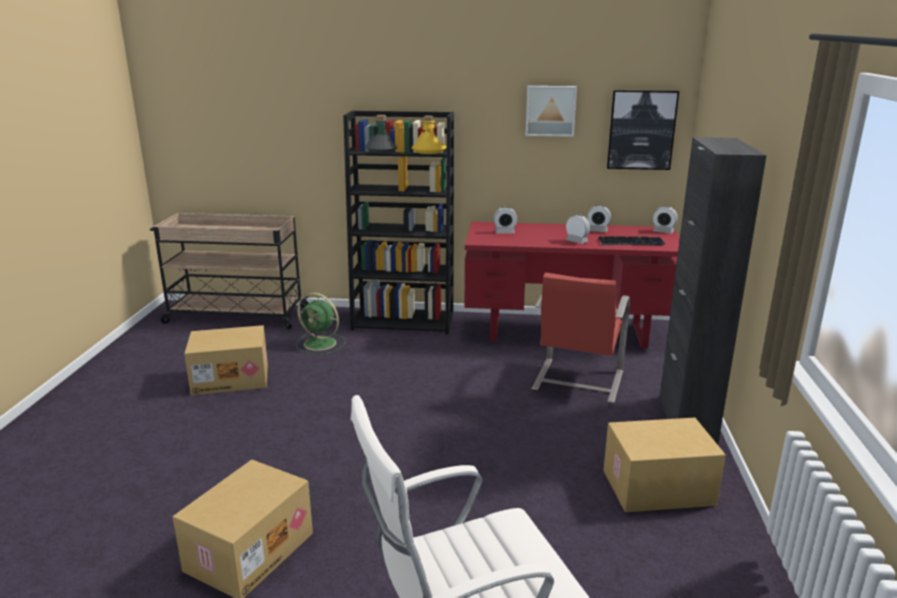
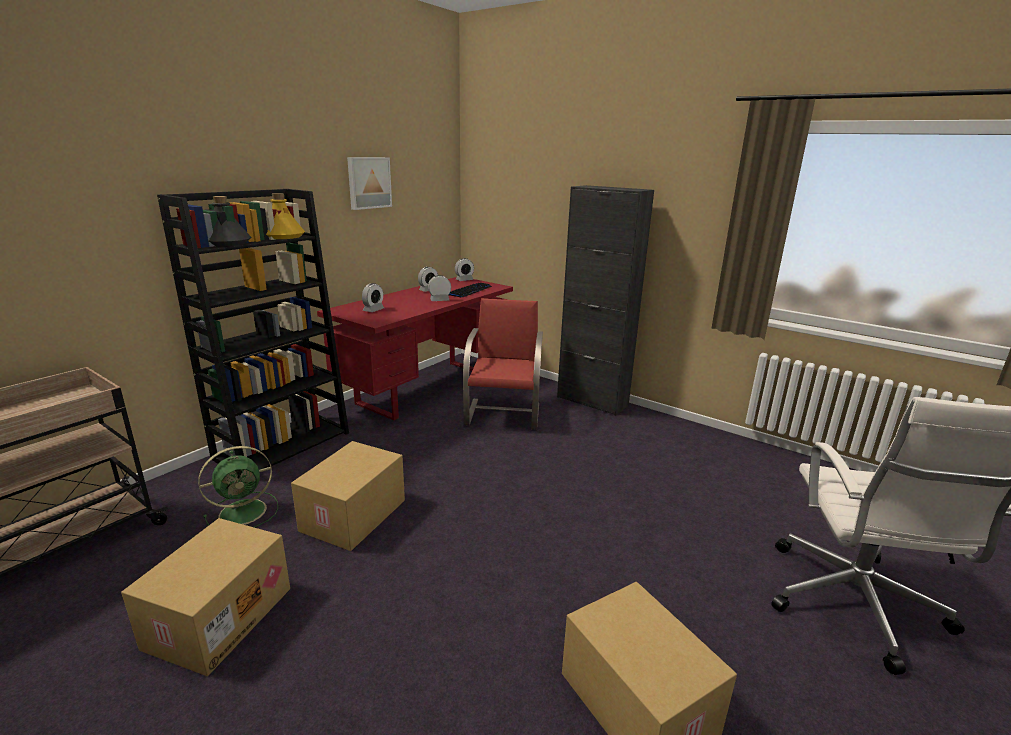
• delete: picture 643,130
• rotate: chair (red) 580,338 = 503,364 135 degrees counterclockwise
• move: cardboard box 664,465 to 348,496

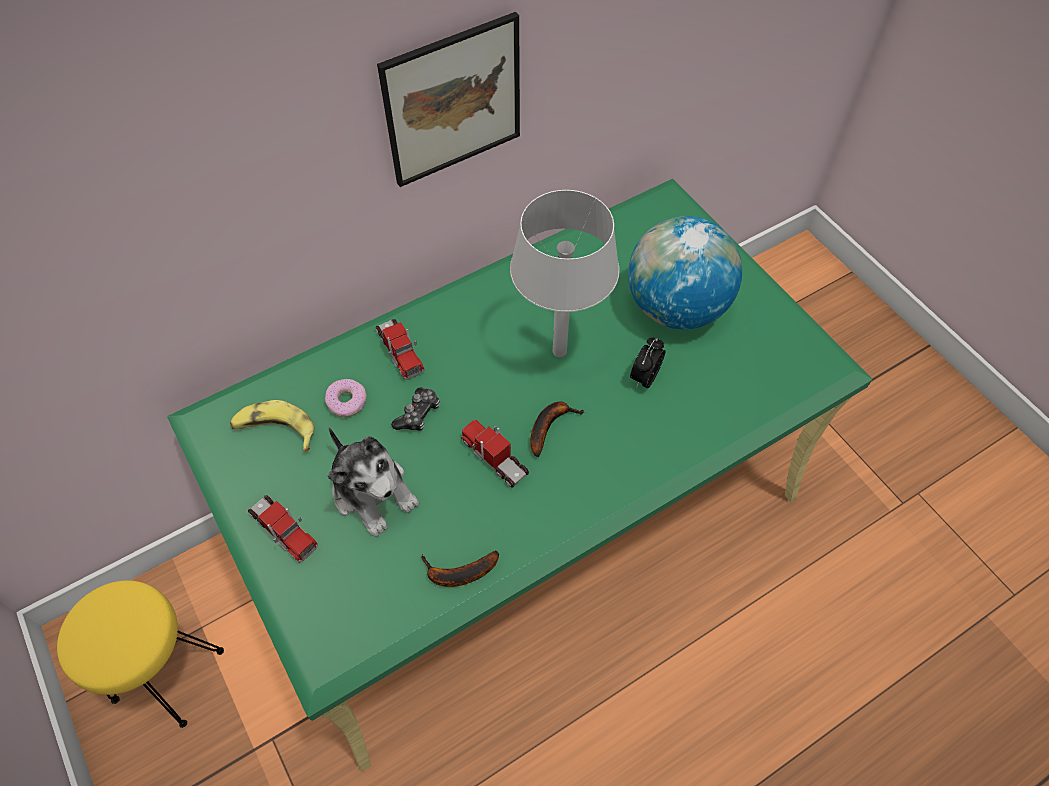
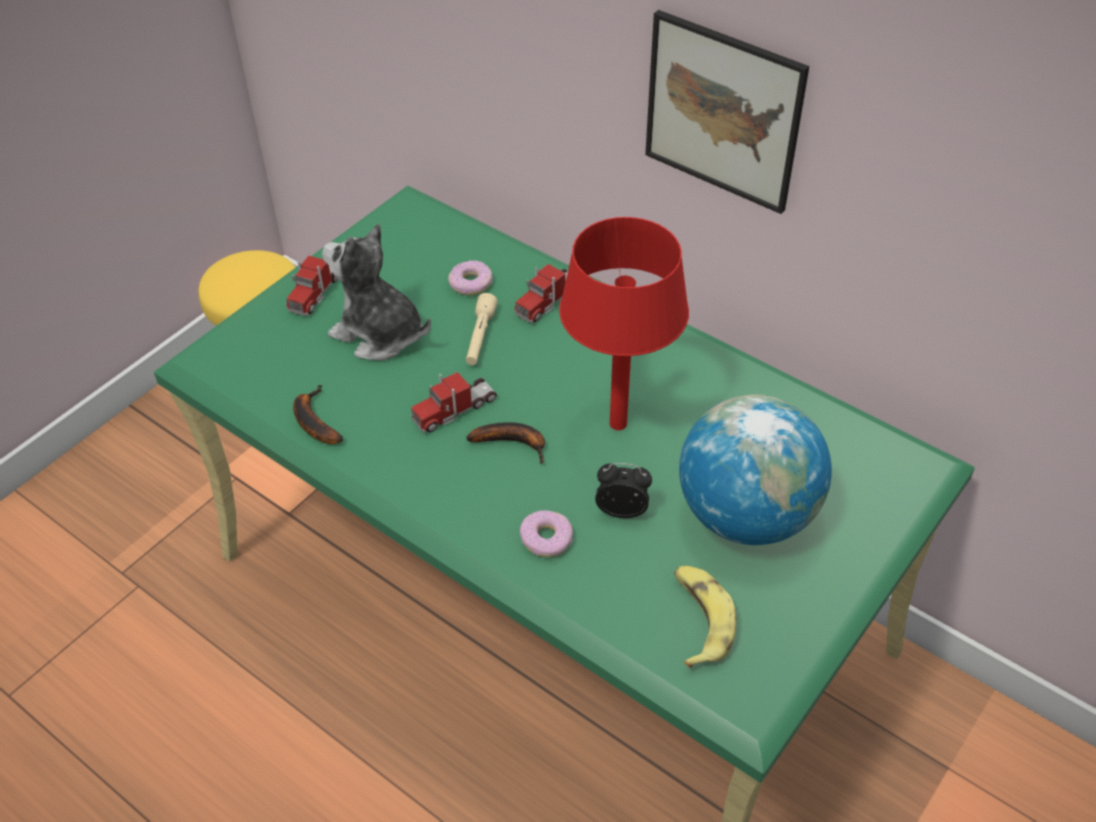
• recolor: table lamp (grey) 564,273 to table lamp (red) 624,323
• replace: game controller 415,409 to flashlight (beige) 482,329
• move: banana 272,425 to 705,617
• rotate: toy truck 495,454 = 454,402 150 degrees counterclockwise
• rotate: plush toy 373,482 = 376,292 90 degrees clockwise
• insert: donut 546,533

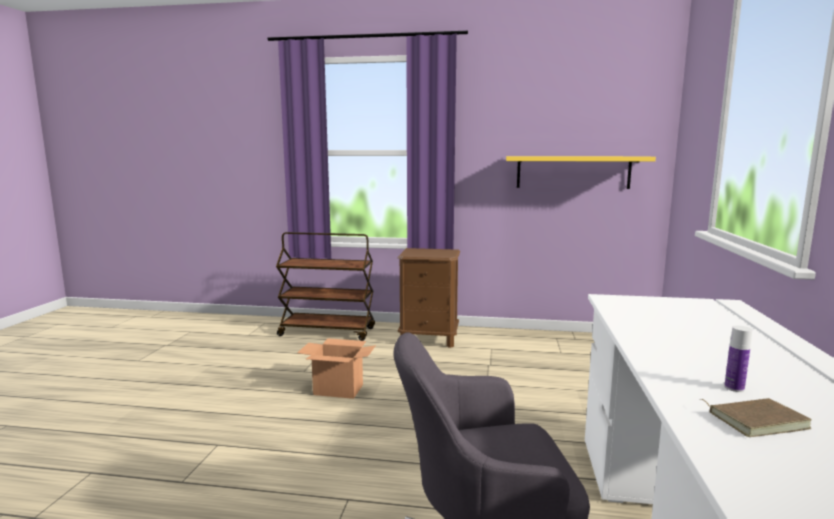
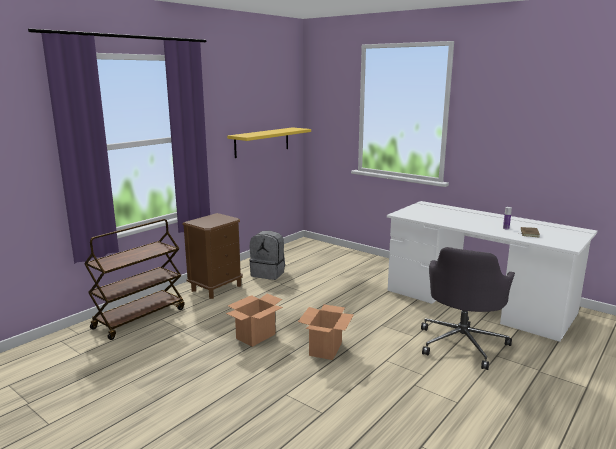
• insert: backpack (grey) 267,255
• insert: cardboard box 326,332

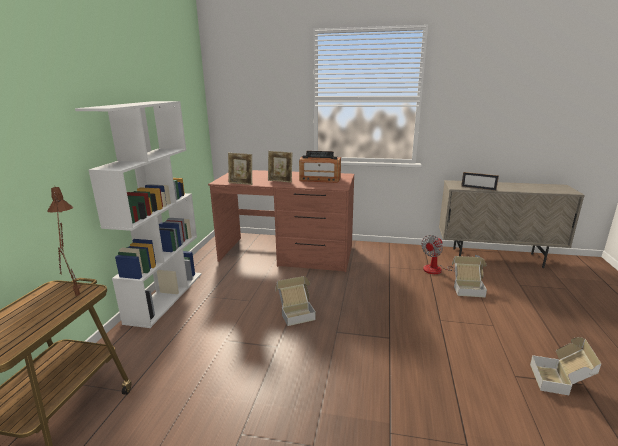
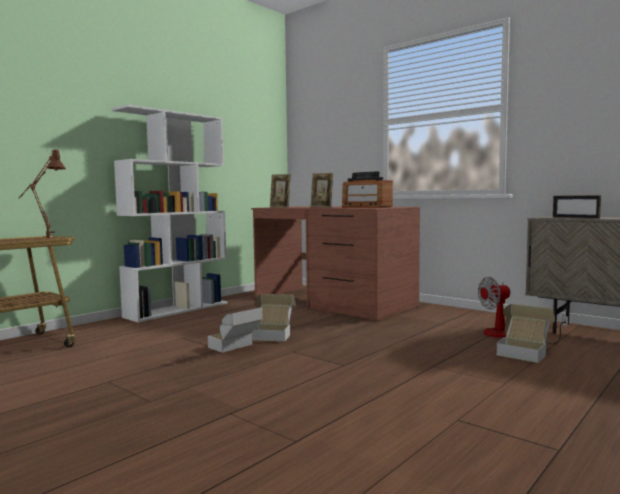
• move: cardboard box 565,366 to 235,330

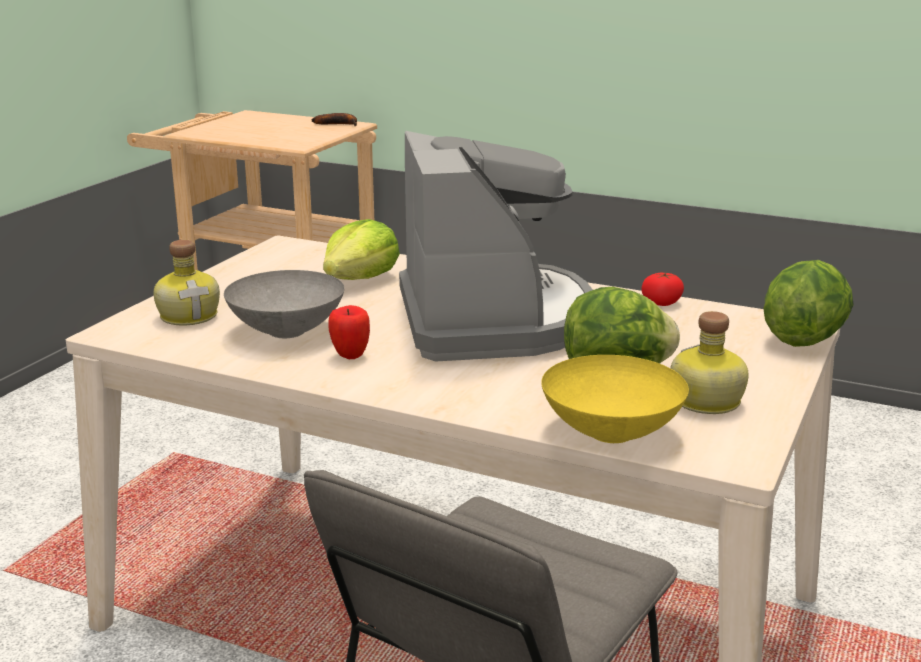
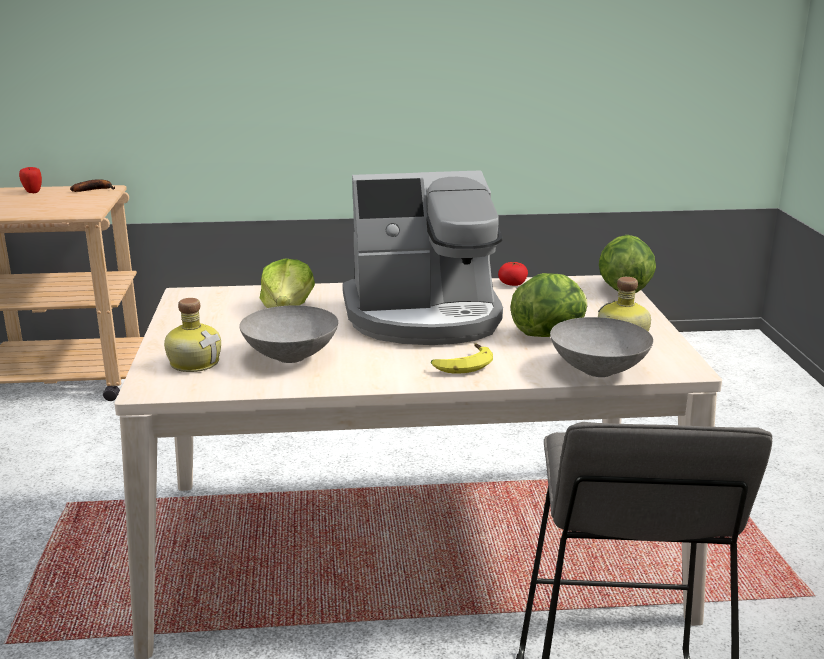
• rotate: coffee machine 496,246 = 423,257 120 degrees clockwise
• move: apple 349,332 to 30,180
• recolor: bowl (yellow) 615,399 to bowl (grey) 601,347
• insert: banana 462,358

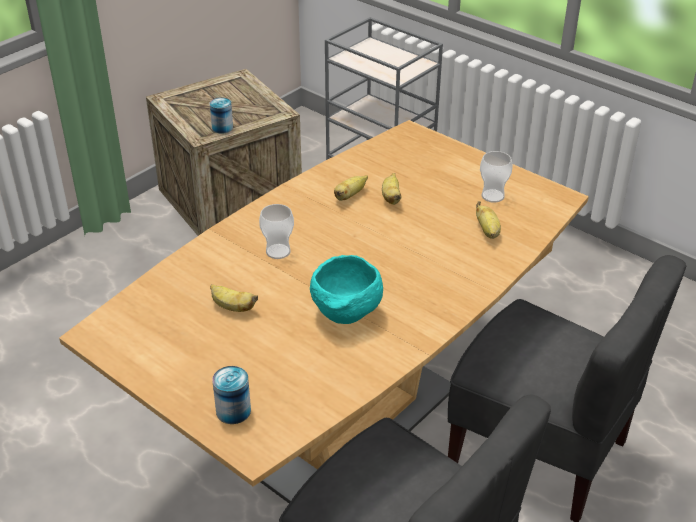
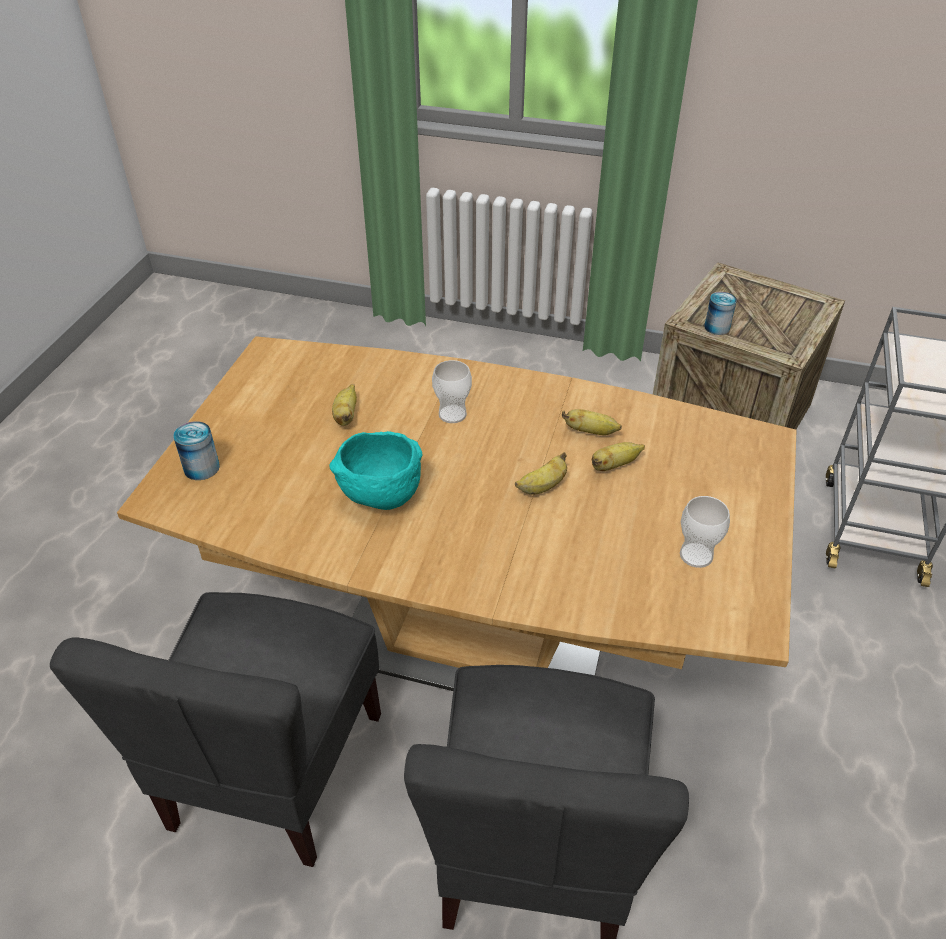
• move: banana 488,220 to 541,473

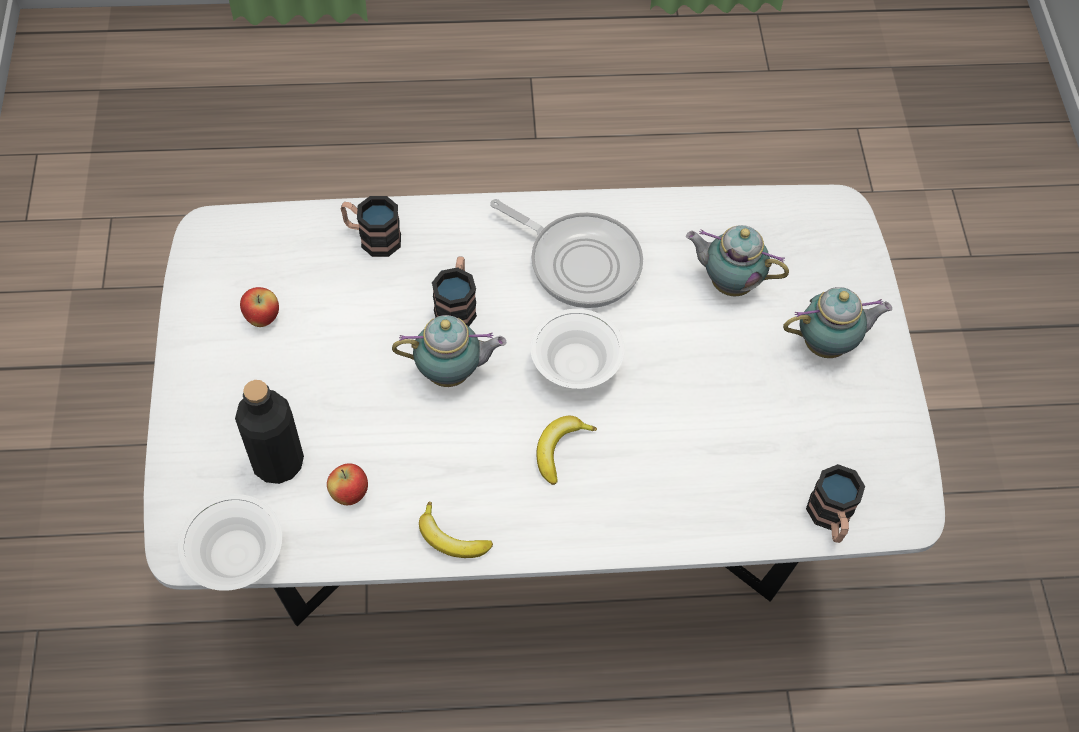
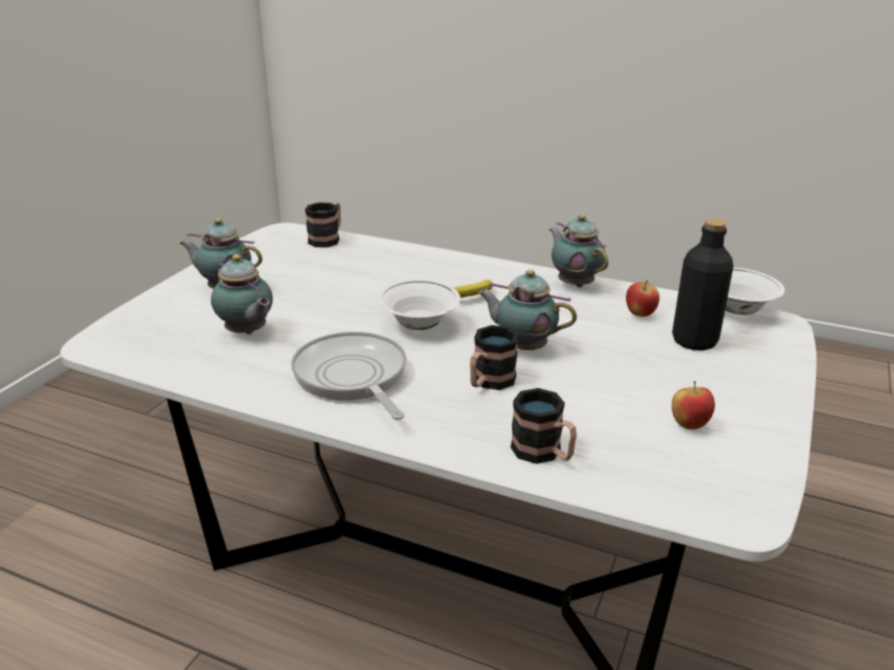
• replace: banana 456,530 to teapot 578,251

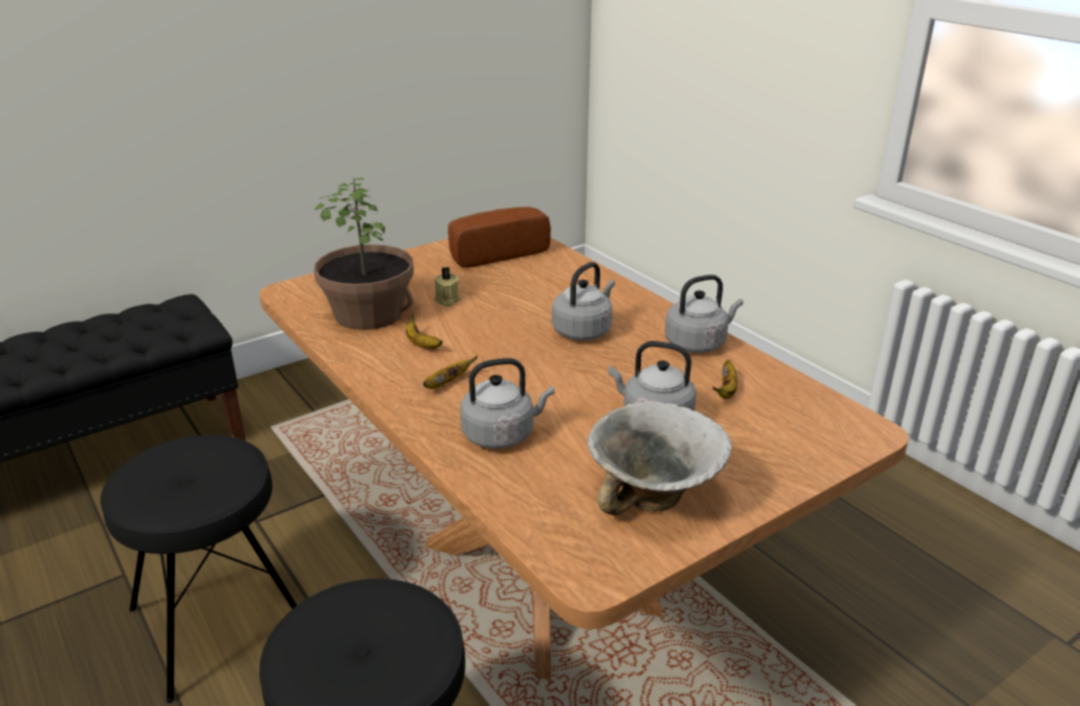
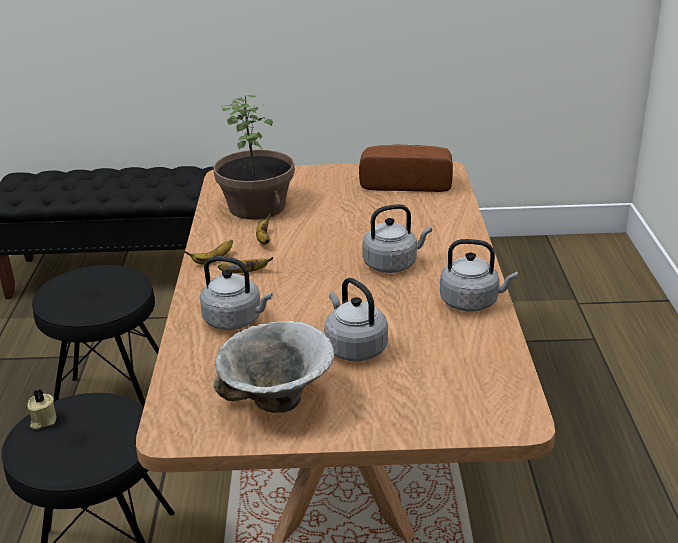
• move: candle (beige) 447,286 to 42,409
• move: banana 725,379 to 208,252

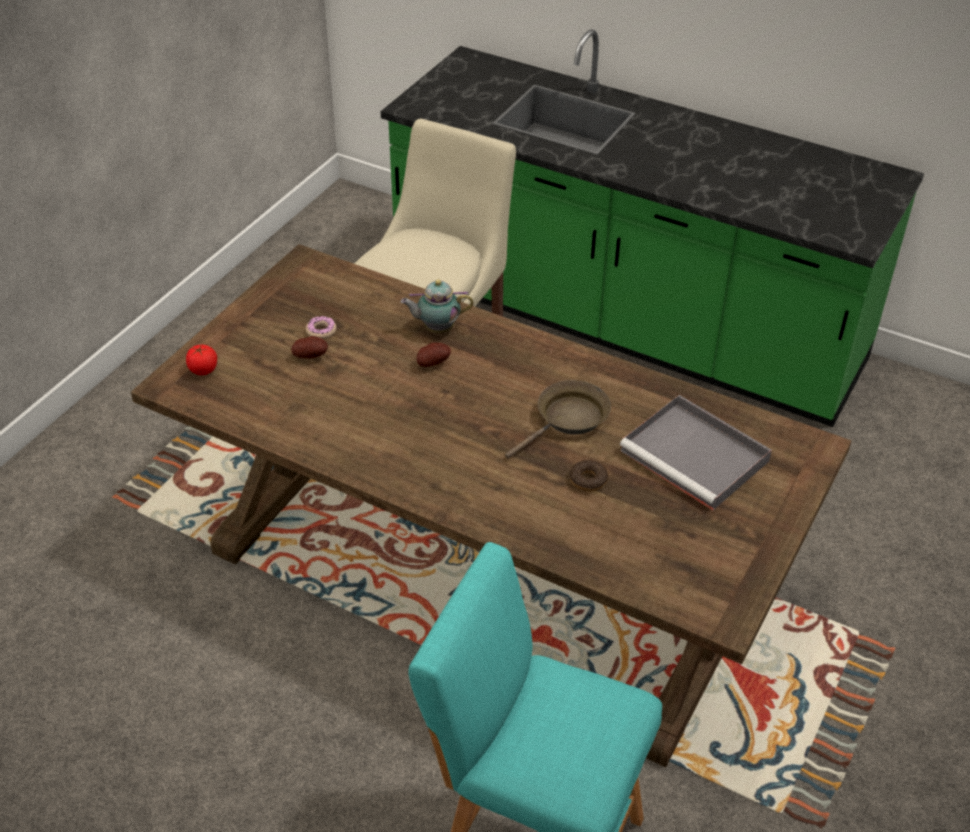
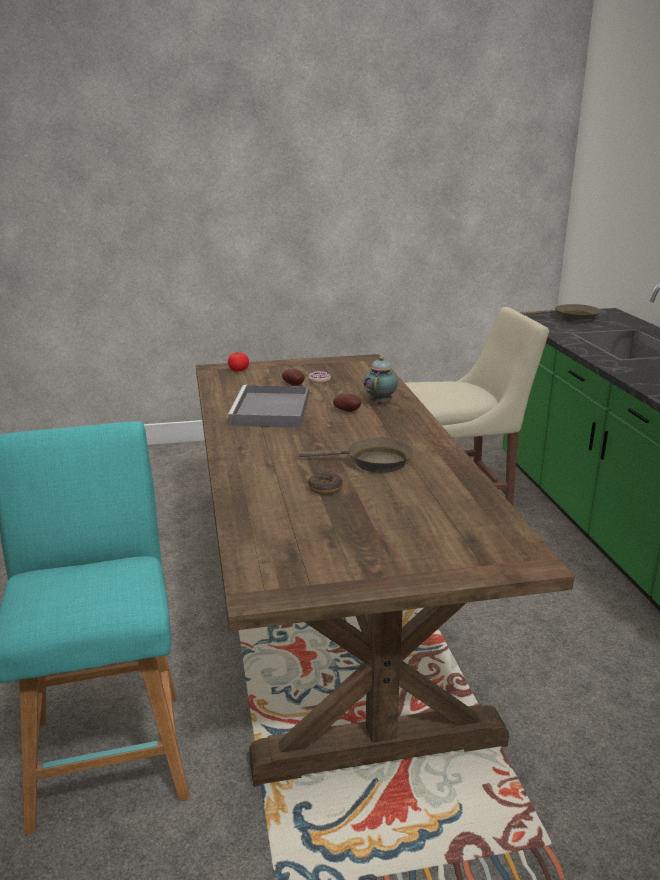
• rotate: teapot 437,306 = 380,380 60 degrees clockwise
• move: tray (grey) 696,452 to 268,406
• insert: frying pan (brown) 560,313

